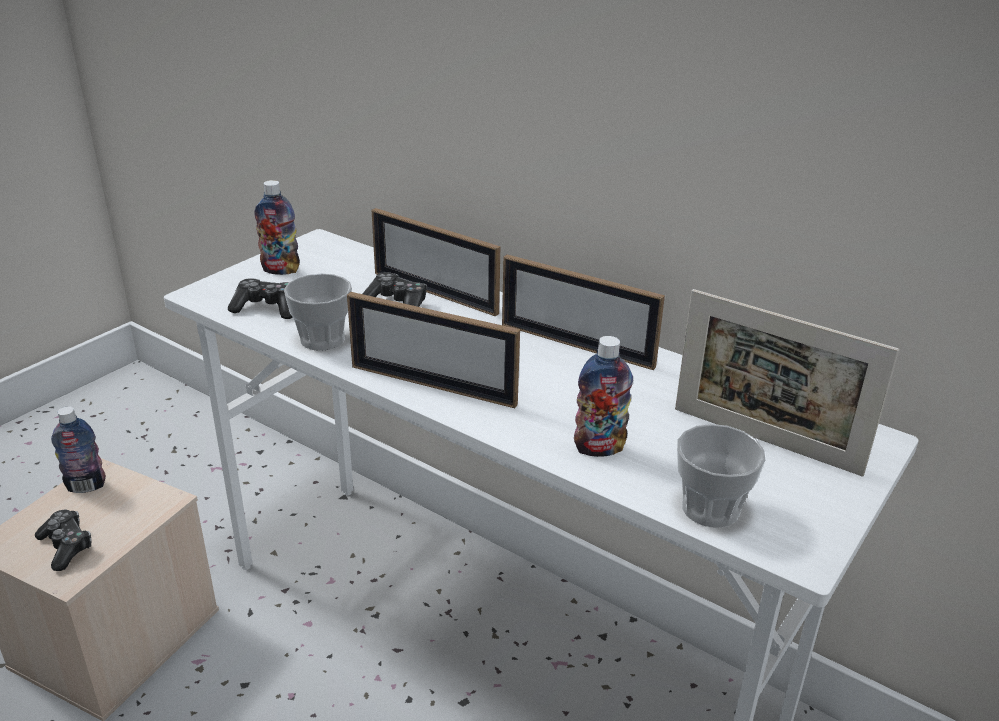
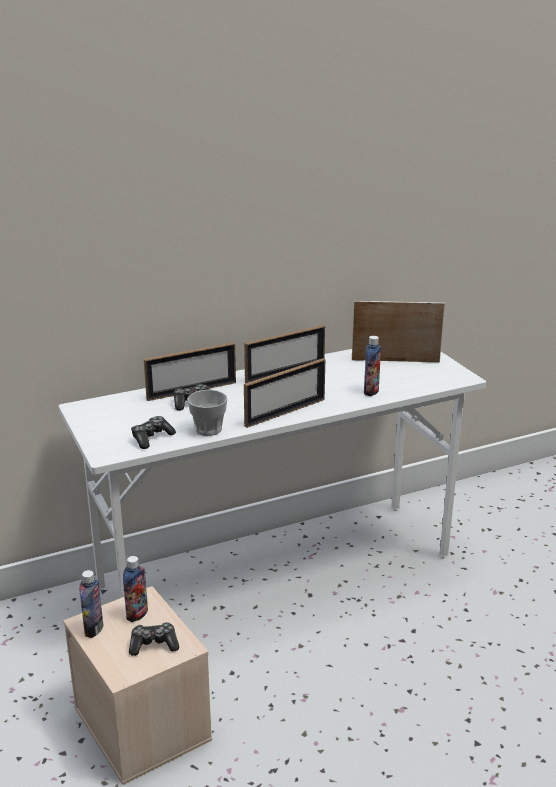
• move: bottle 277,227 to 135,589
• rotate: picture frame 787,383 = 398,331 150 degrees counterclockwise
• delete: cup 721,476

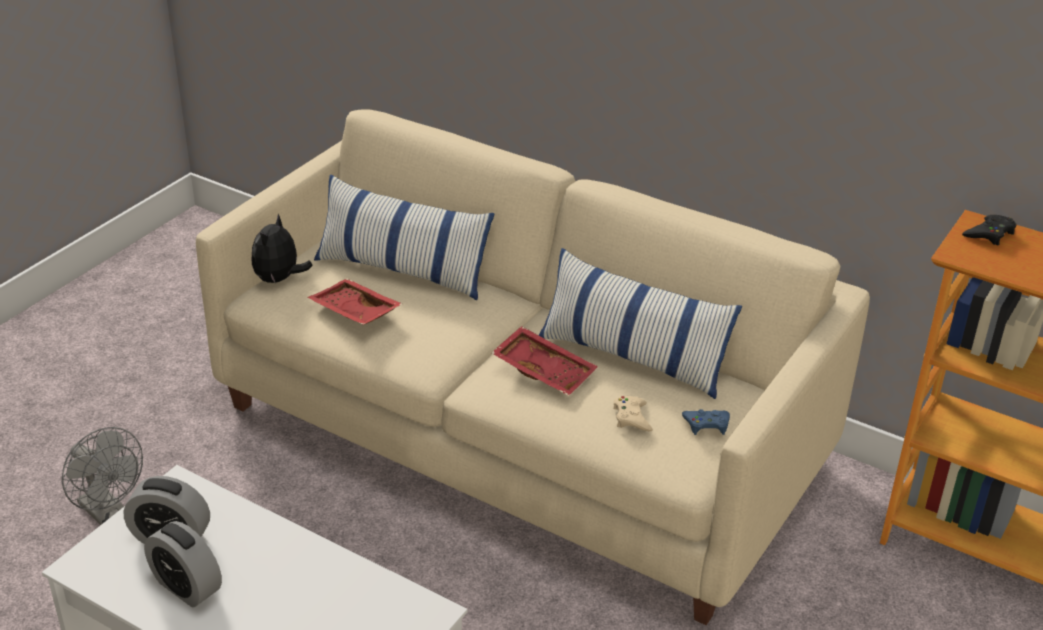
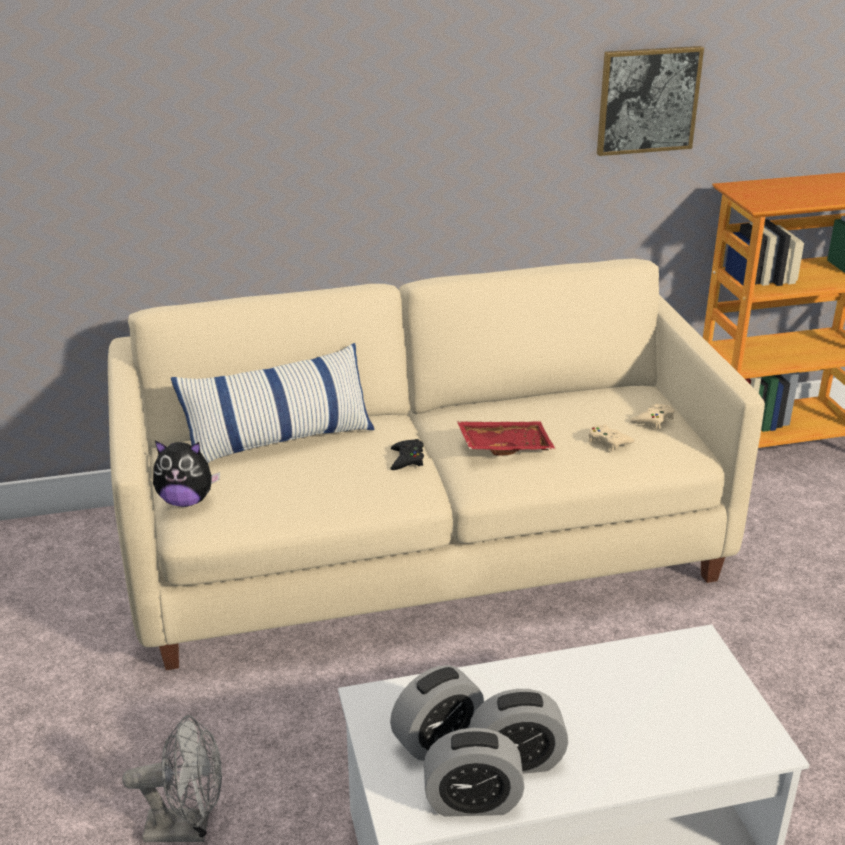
• rotate: plush toy 282,249 = 186,474 60 degrees counterclockwise
• move: game controller (black) 989,230 to 407,454
• delete: pillow 640,323
• delete: tray (red) 354,302
• recolor: game controller (blue) 706,422 to game controller (beige) 652,416
• insert: picture 650,101
• insert: alarm clock 474,772

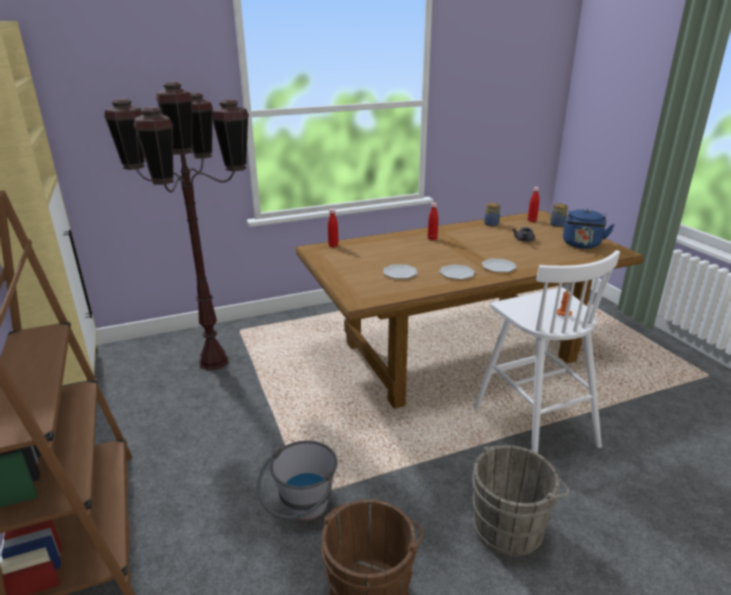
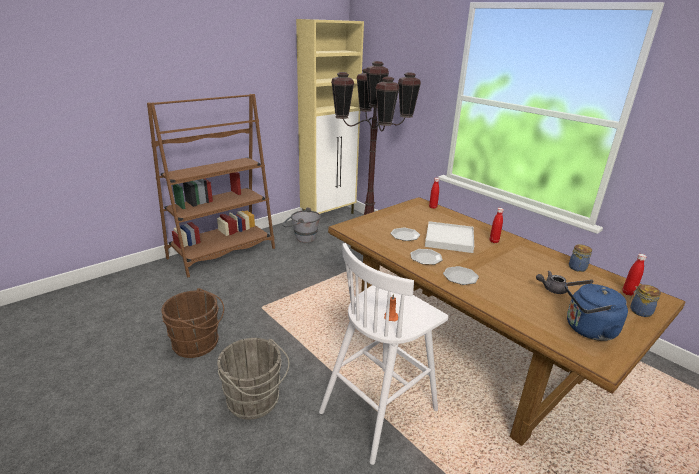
• move: bucket (grey) 297,480 to 302,225
• insert: tray (white) 449,237

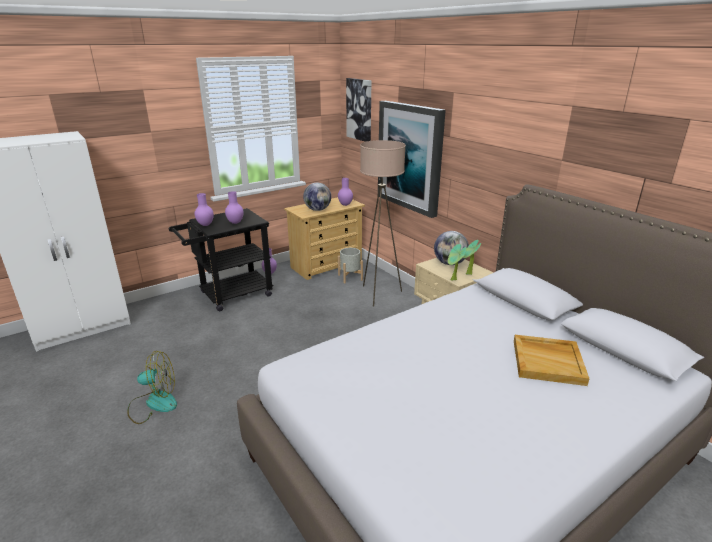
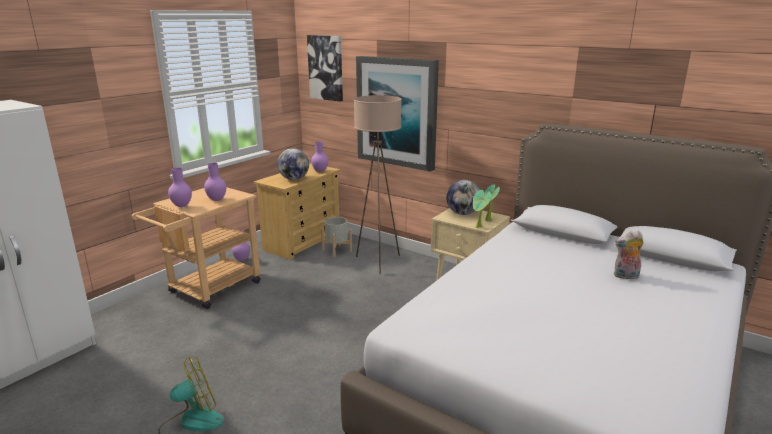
• recolor: cart (black) 220,259 to cart (beige) 195,248
• replace: tray (beige) 551,360 to plush toy 629,255

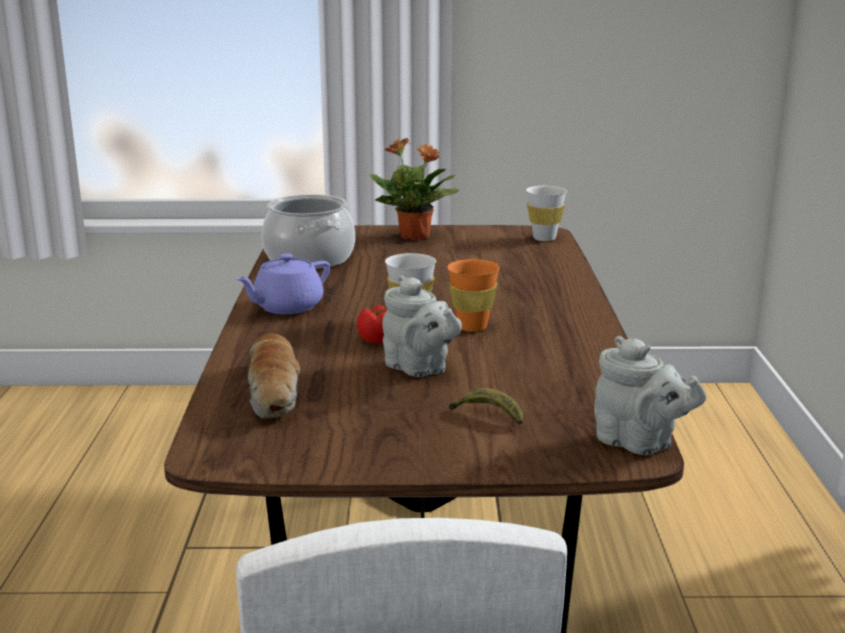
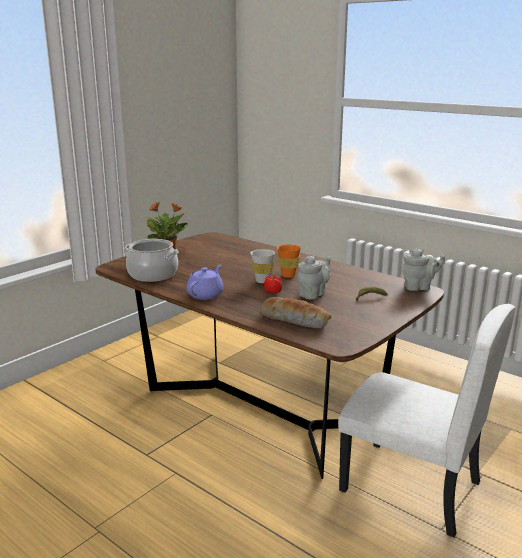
• delete: cup (white) 546,213
• rotate: teapot (purple) 283,283 = 205,282 150 degrees counterclockwise
• rotate: teapot (grey) 422,326 = 314,277 45 degrees counterclockwise

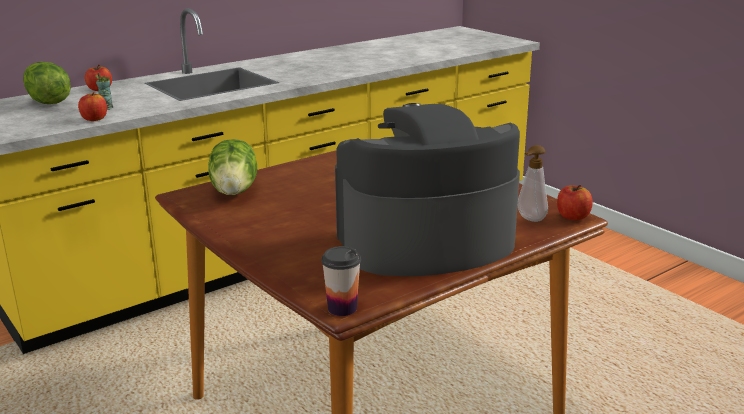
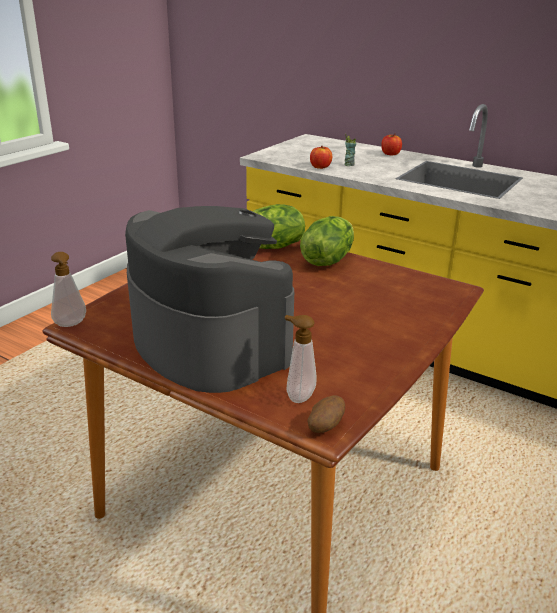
• move: lettuce 47,83 to 327,241
• replace: apple 575,202 to potato 326,414
• replace: cup 341,281 to soap dispenser 68,289

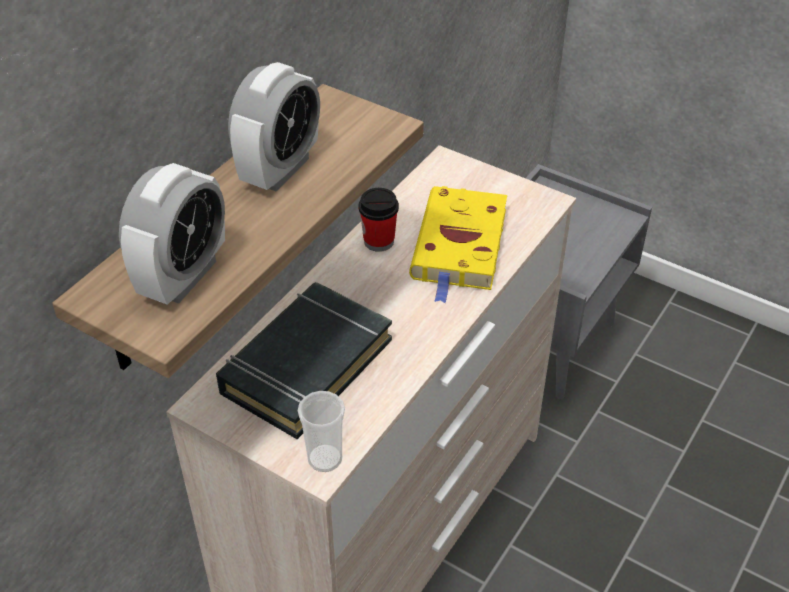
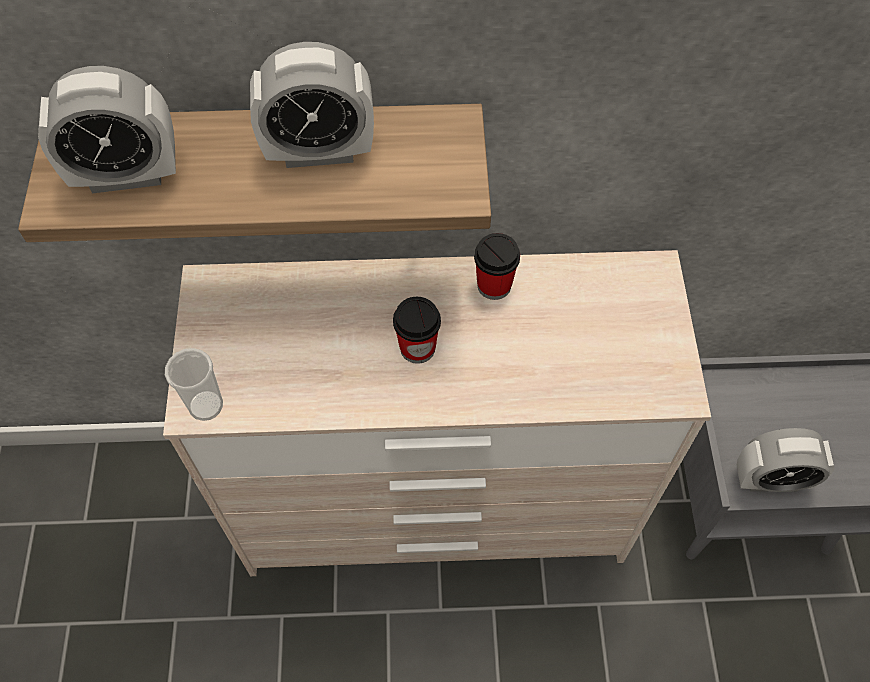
• delete: book (yellow) 458,244
• delete: book (black) 304,360
• insert: cup 417,330
• insert: alarm clock 785,460

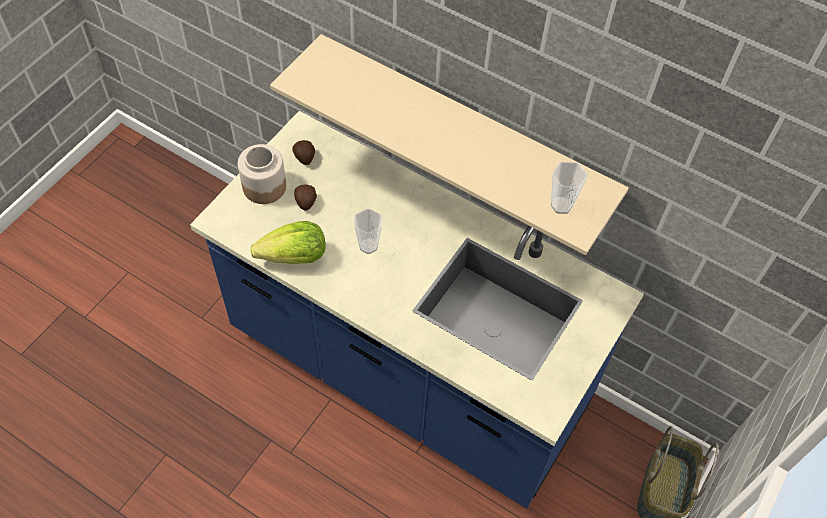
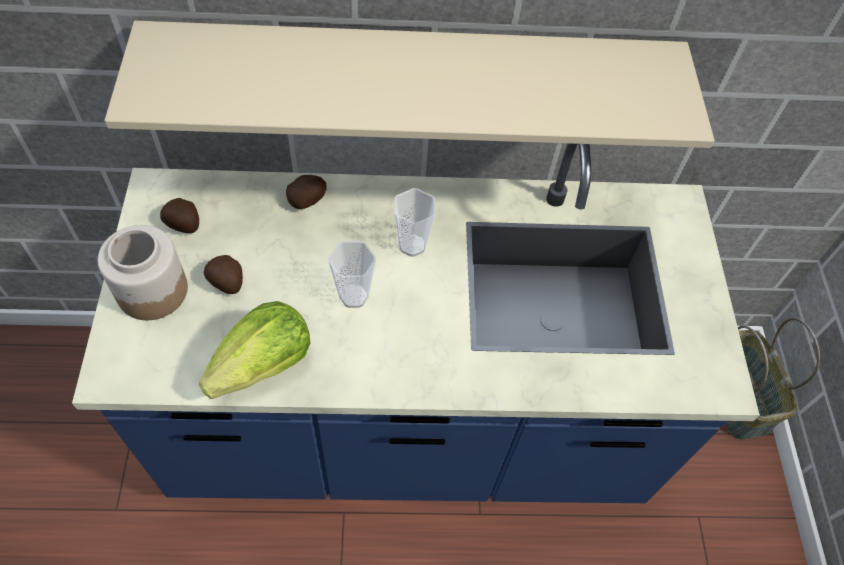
• move: cup 569,188 to 415,222
• insert: potato 306,192

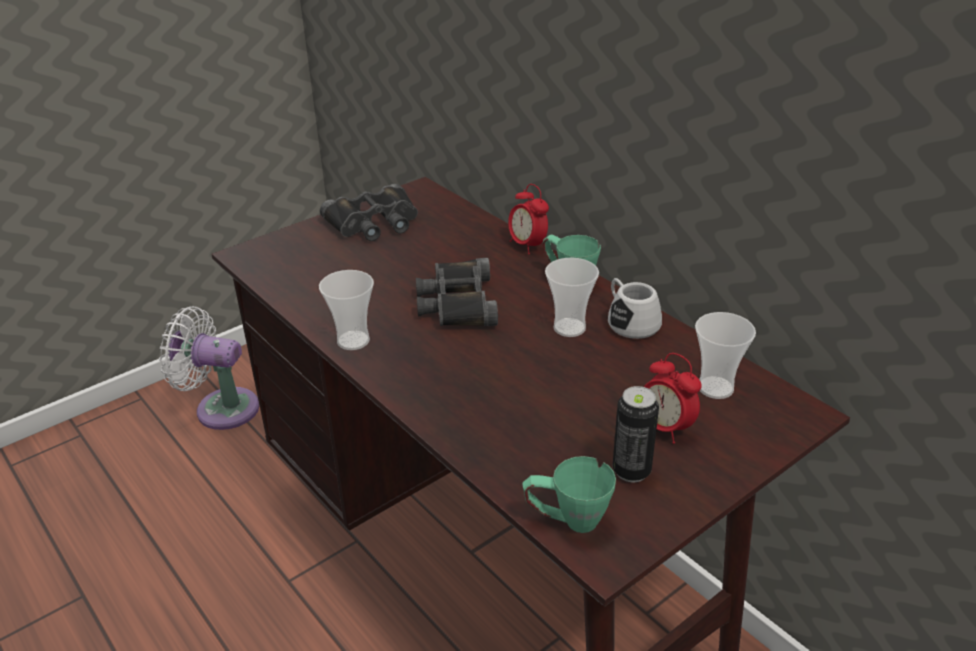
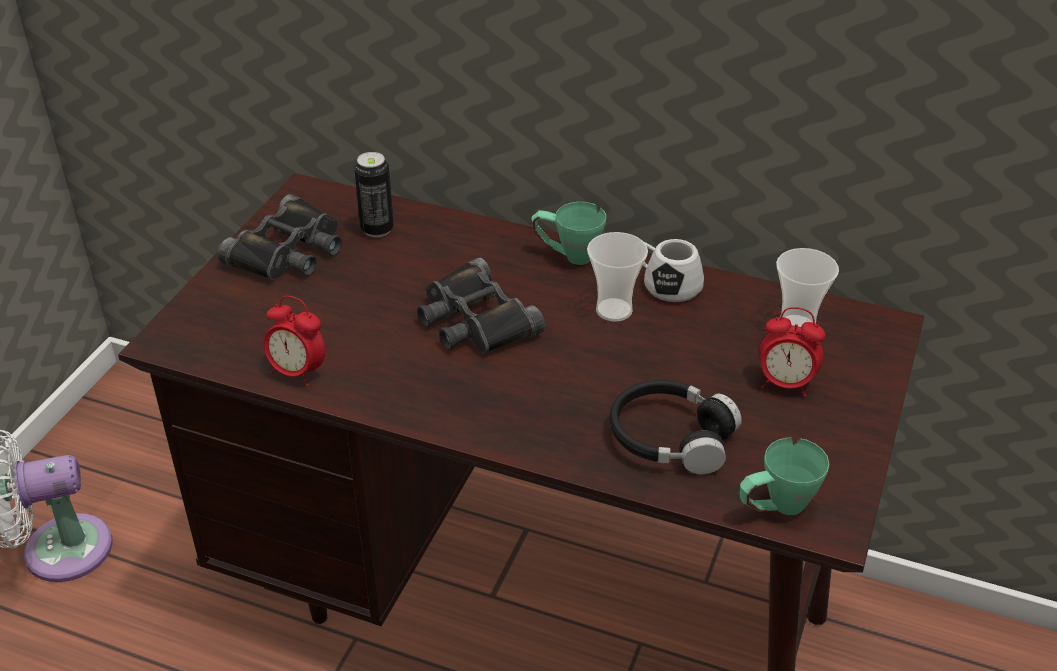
• move: alarm clock 528,219 to 294,341
• delete: cup 346,310
• move: can 636,434 to 374,195
• insert: headphones (black) 676,427

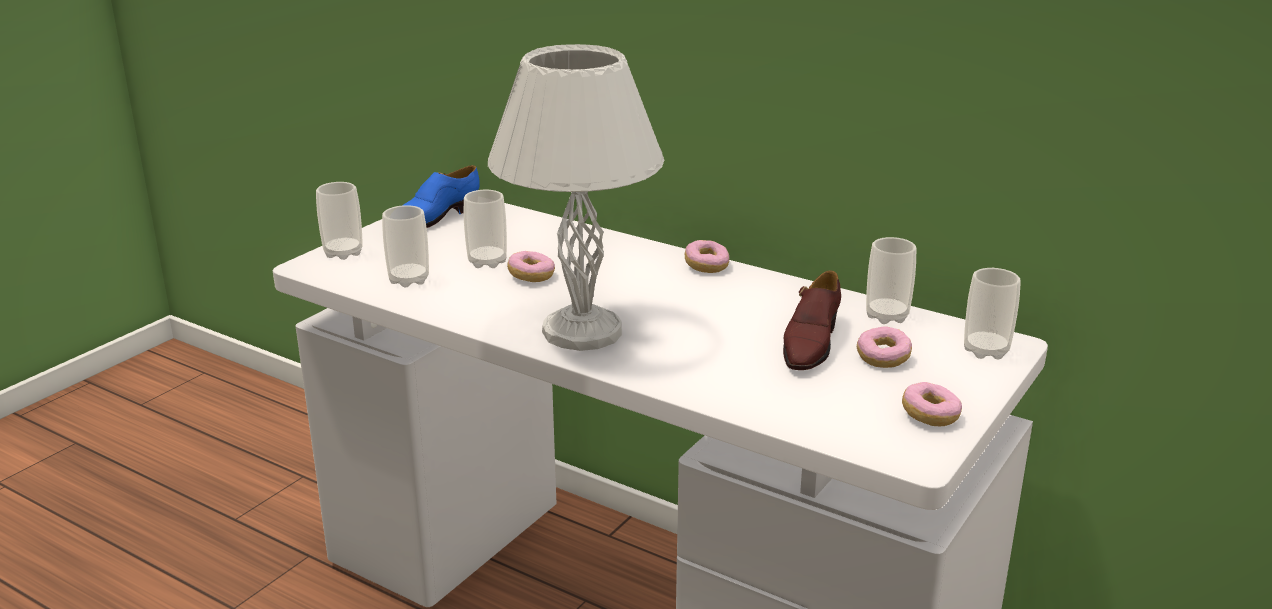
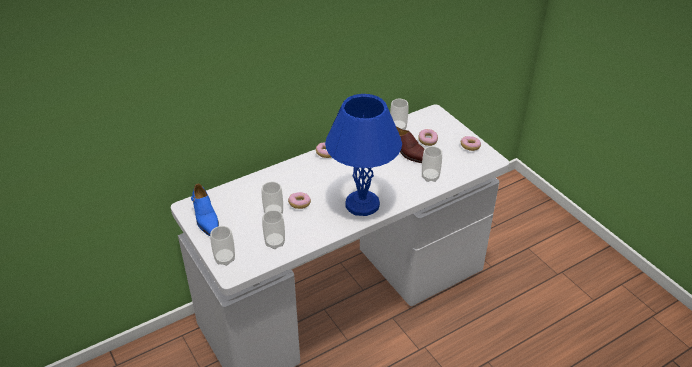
• recolor: table lamp (white) 576,197 to table lamp (blue) 363,155
• move: cup 992,314 to 432,164

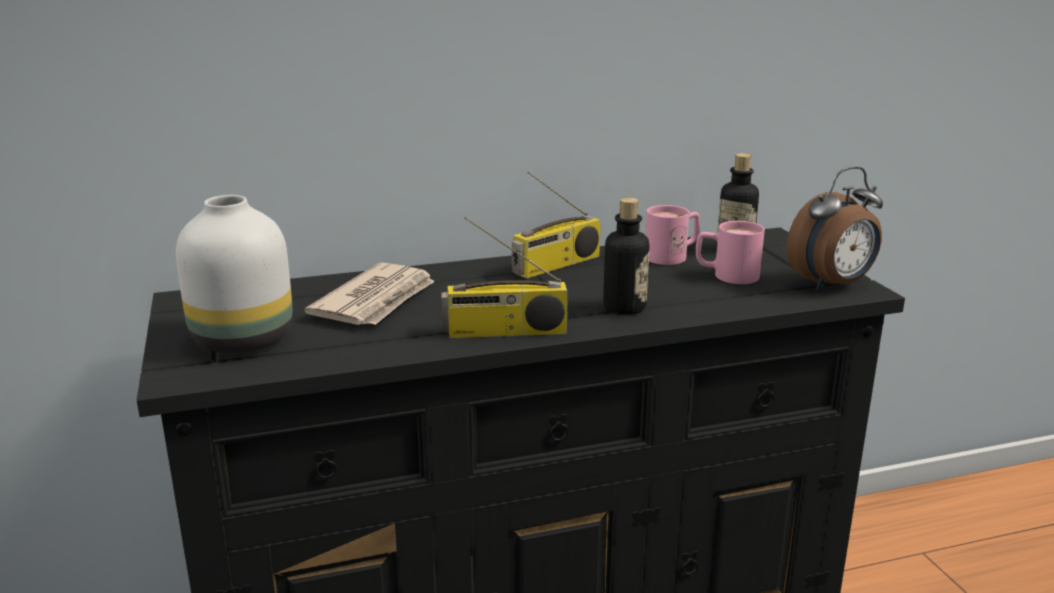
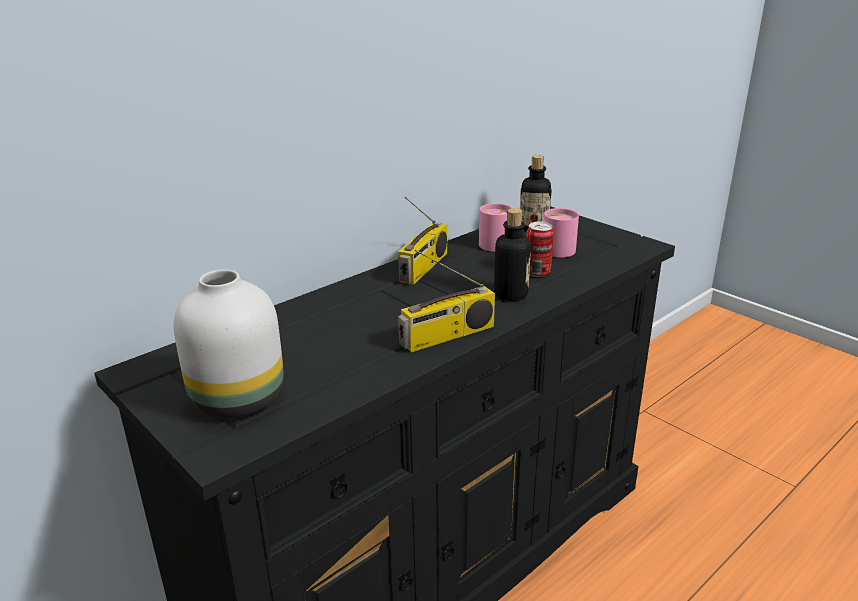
• delete: alarm clock 835,228
• delete: newspaper 369,293
• insert: can 540,249

